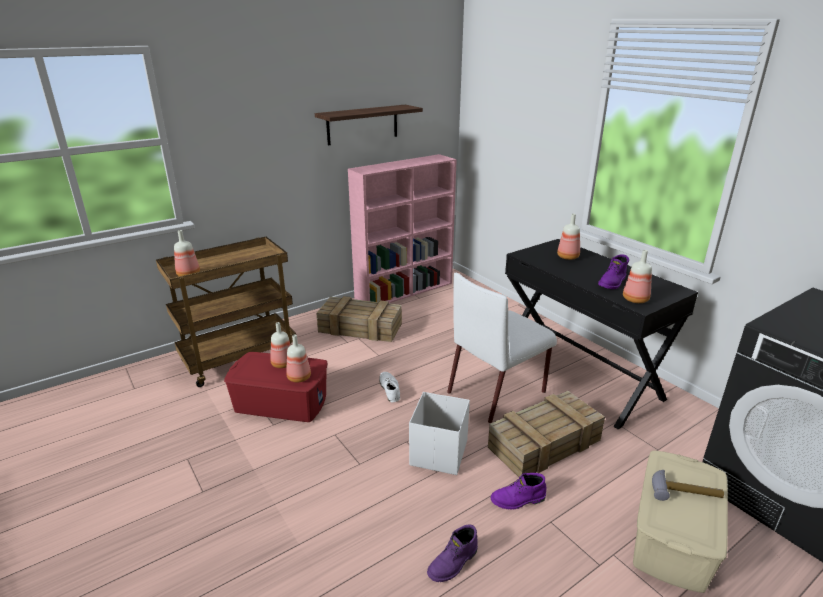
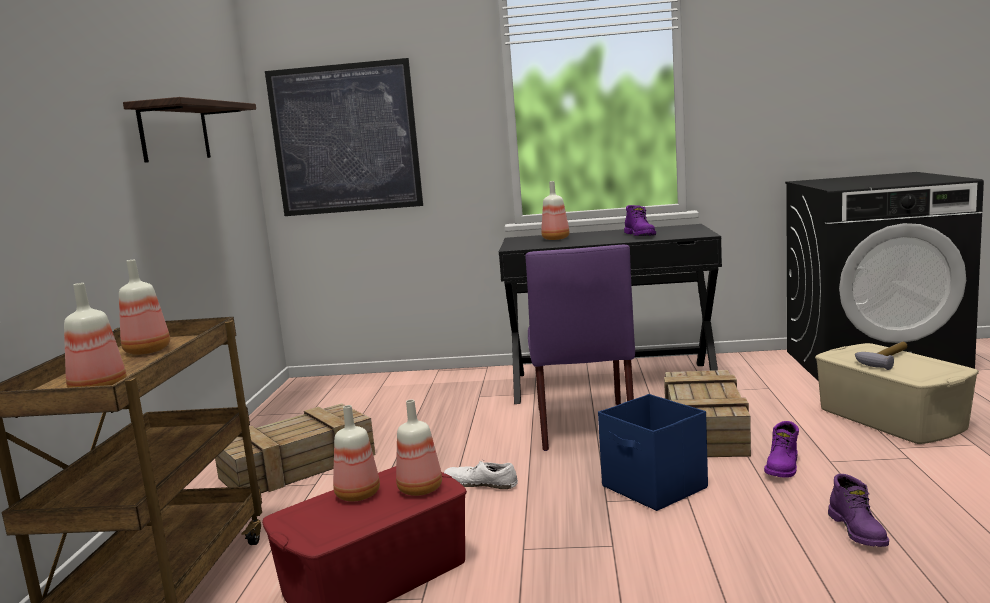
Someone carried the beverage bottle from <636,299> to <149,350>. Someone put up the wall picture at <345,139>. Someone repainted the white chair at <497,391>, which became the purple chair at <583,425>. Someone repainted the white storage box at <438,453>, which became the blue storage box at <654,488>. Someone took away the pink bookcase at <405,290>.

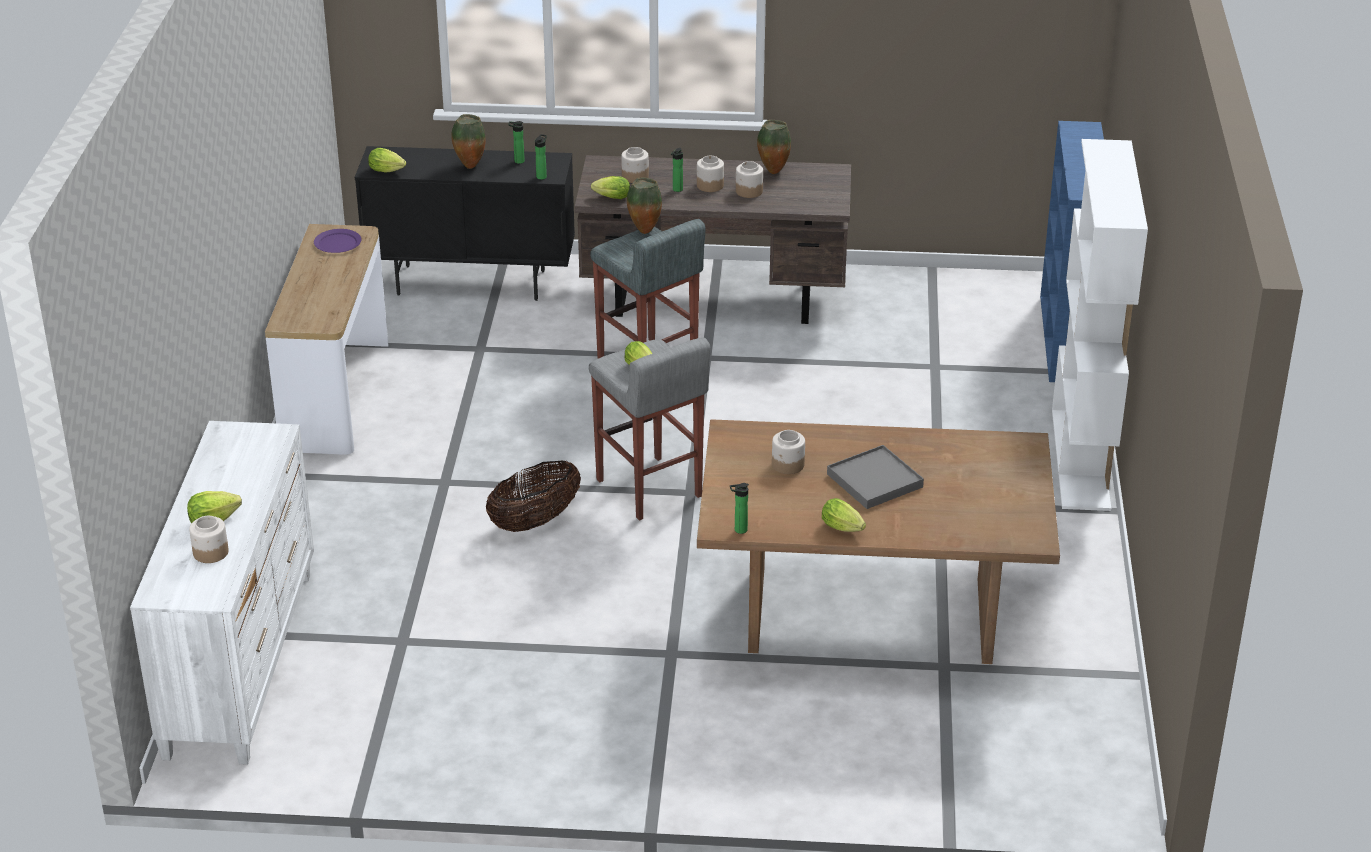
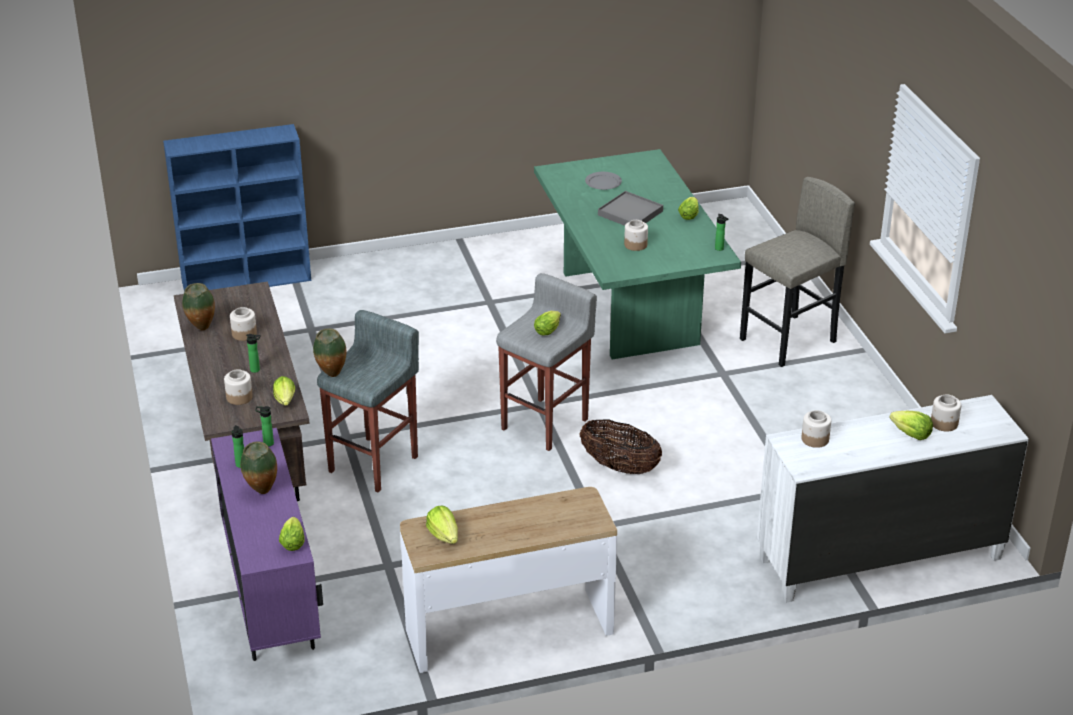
Someone repainted the black-coloured cabinet at <472,283>, which became the purple cabinet at <272,605>. Someone swapped the purple flat dish at <338,243> for the lettuce head at <444,535>. Someone repainted the brown dinner table at <869,616>, which became the greenish dinner table at <630,308>. Someone put down the grey flat dish at <603,183>. Someone put down the grey stool at <788,341>. Someone carried the jar from <710,185> to <814,439>. Someone took away the white bookcase at <1081,459>.

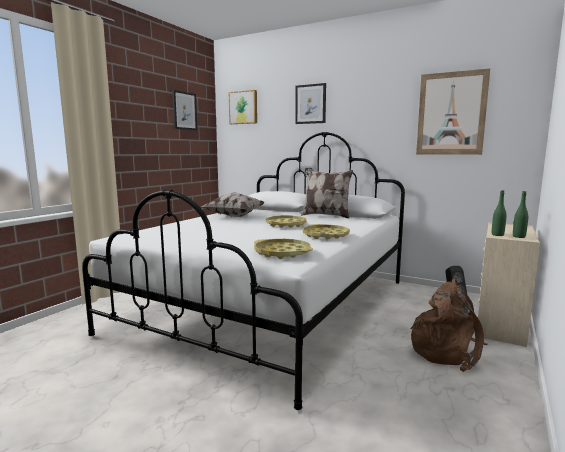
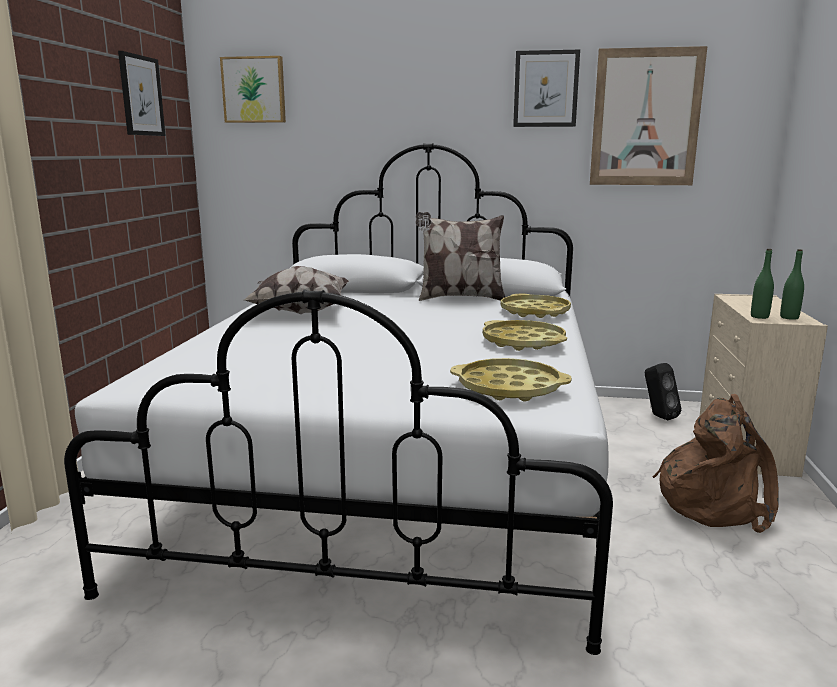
Someone carried the yellow-coloured carrying tray from <286,225> to <535,312>. Someone carried the wall picture from <310,104> to <546,89>.

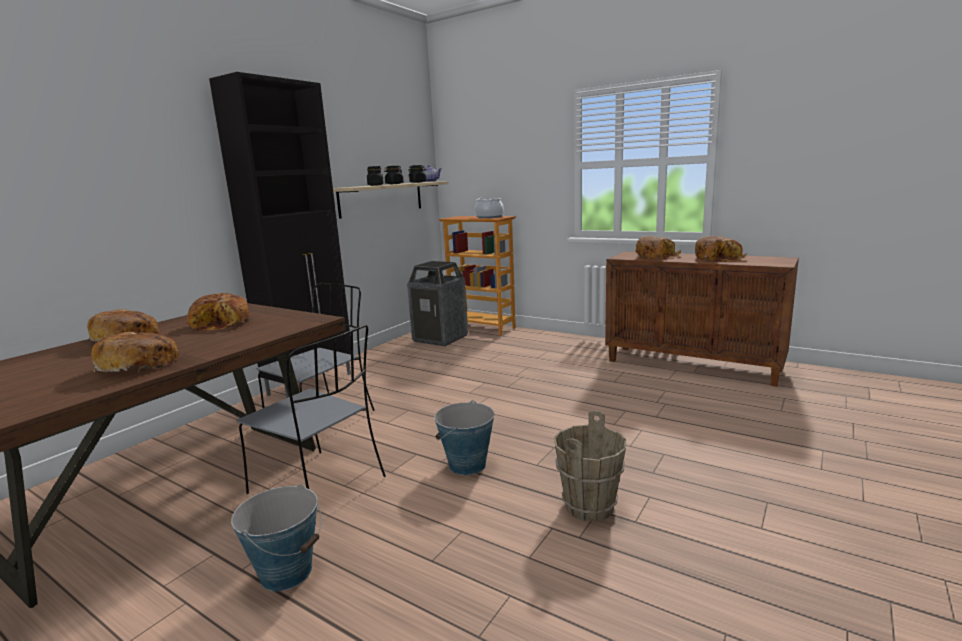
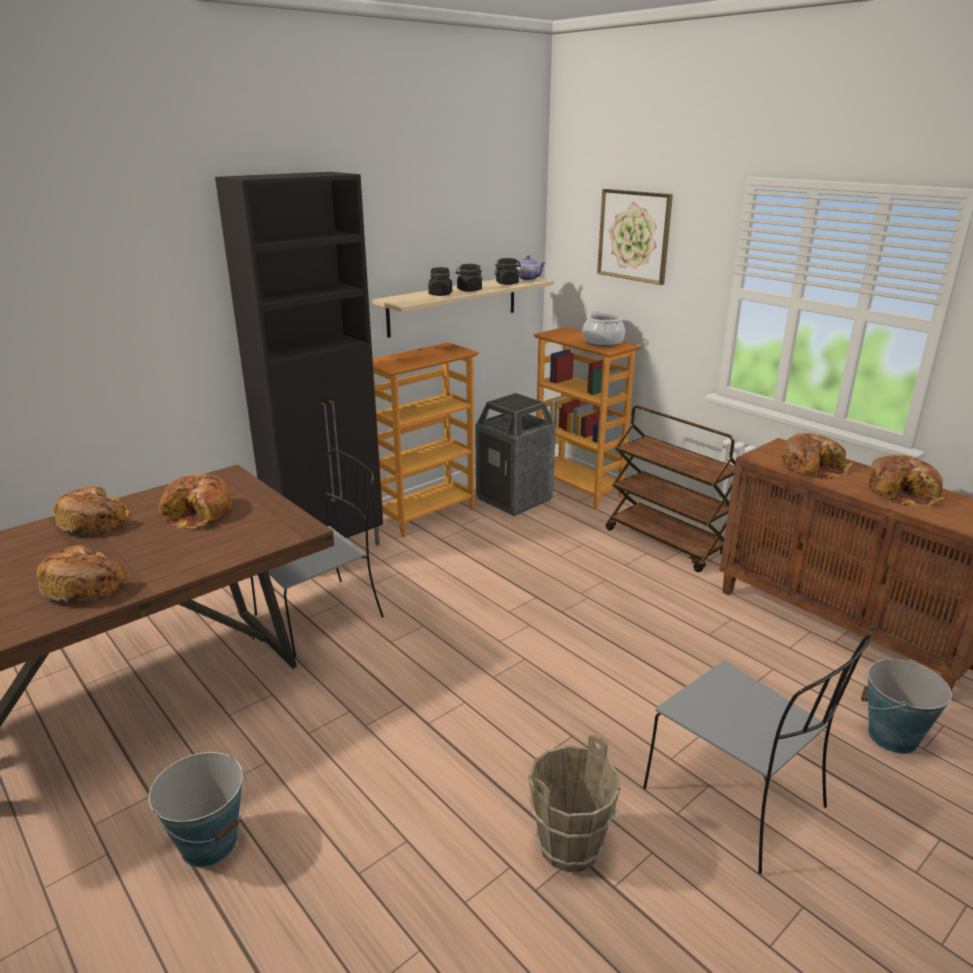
Someone put down the bookcase at <426,514>. Someone put up the wall picture at <634,236>. Someone put down the brown wheeled cart at <667,542>. Someone carried the grey chair from <320,486> to <738,800>. Someone carried the bucket from <467,465> to <892,737>.

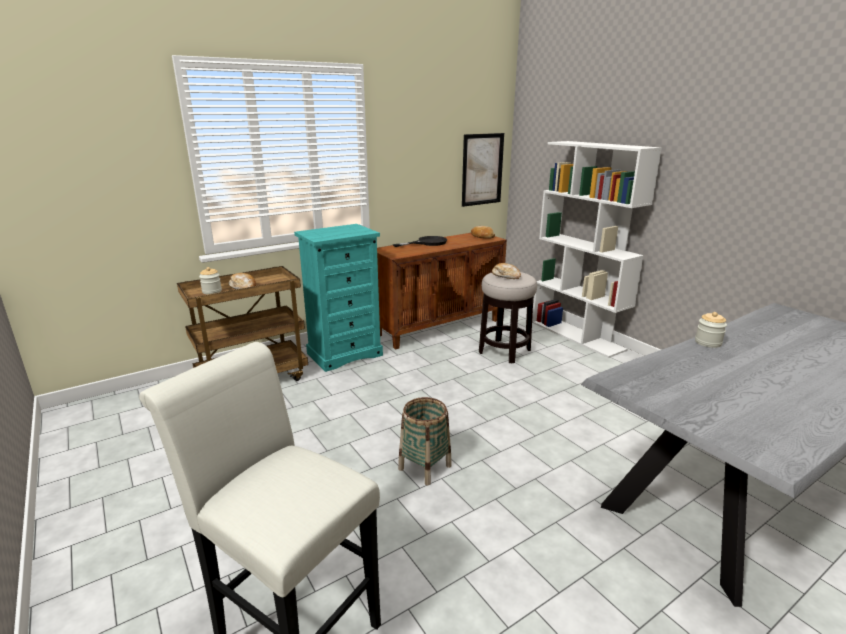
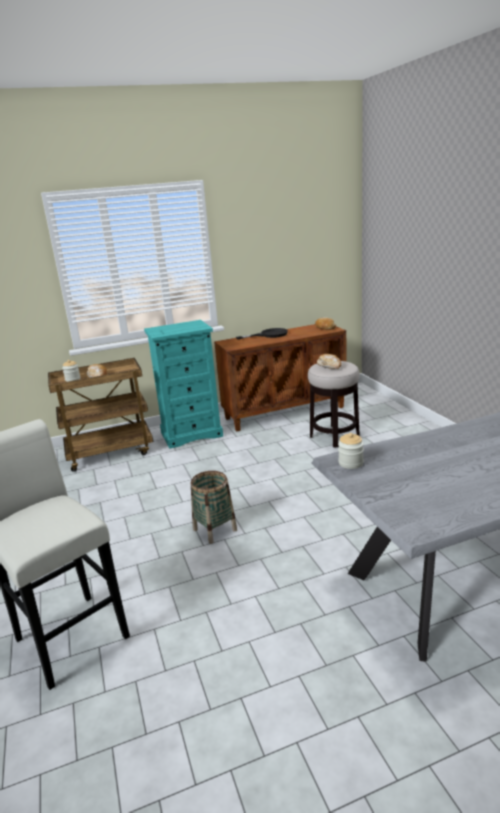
Someone carried the jar from <708,343> to <350,463>. Someone took away the wall picture at <482,169>. Someone took away the white bookcase at <577,336>.

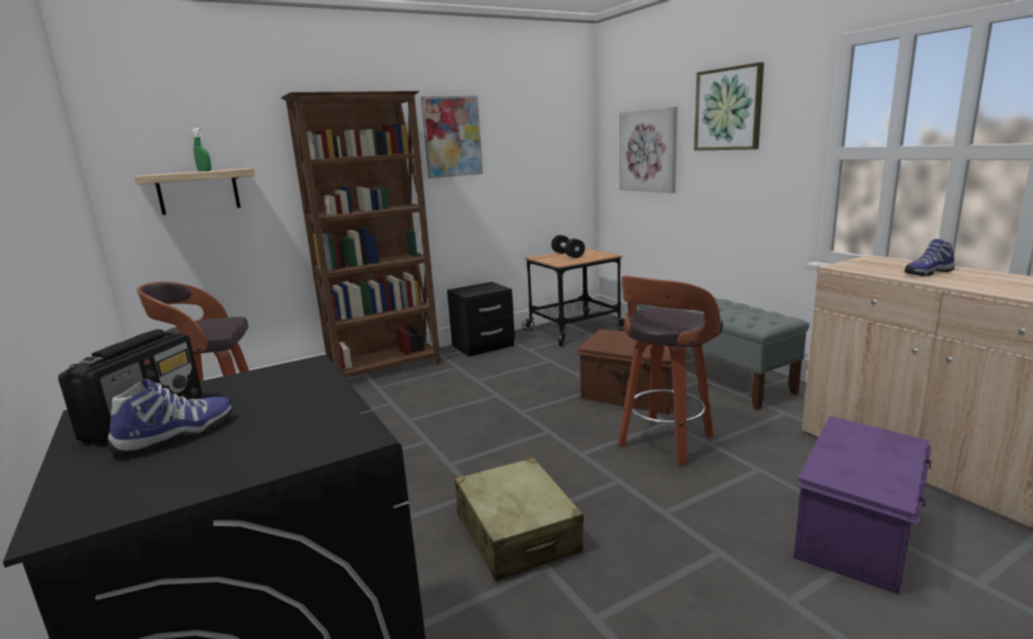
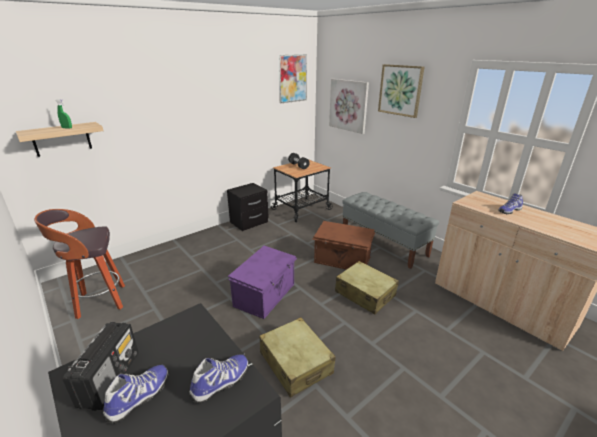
Someone put down the shoe at <221,383>. Someone carried the purple storage box from <859,534> to <266,295>. Someone carried the wall picture from <452,136> to <292,78>. Someone swapped the stool at <664,442> for the beige suitcase at <365,294>. Someone took away the brown bookcase at <386,369>.

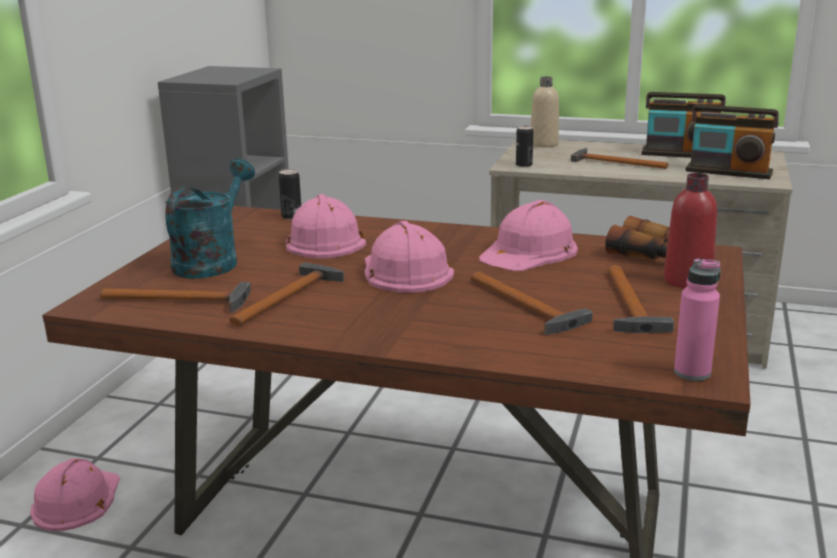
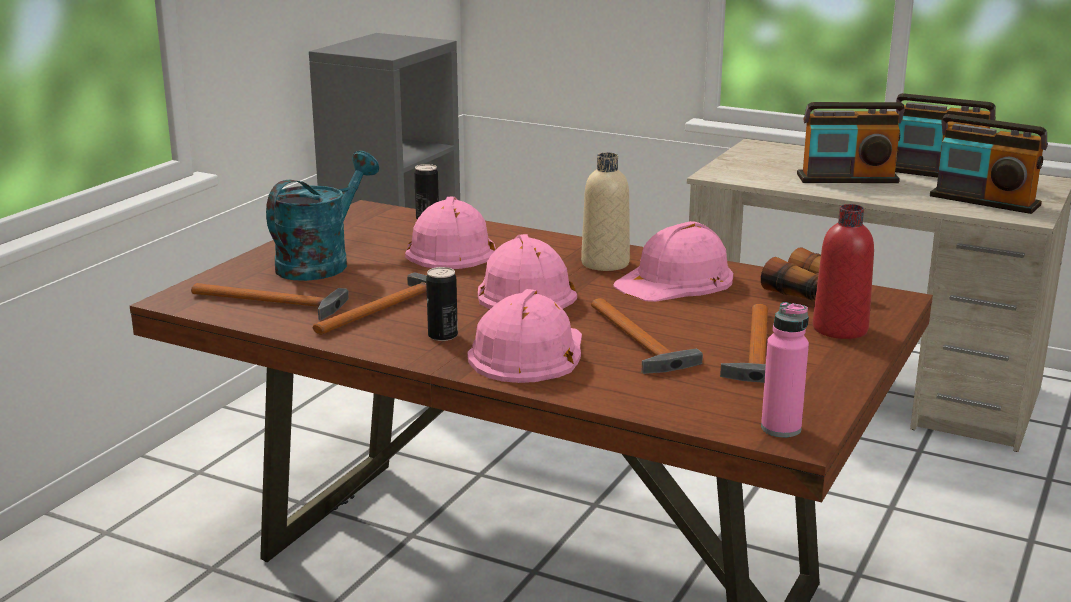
Someone carried the sealed can from <524,165> to <442,336>. Someone carried the pink safety helmet from <76,500> to <528,352>. Someone carried the beige beverage bottle from <544,144> to <605,263>. Someone swapped the hand hammer at <615,162> for the radio receiver at <847,179>.

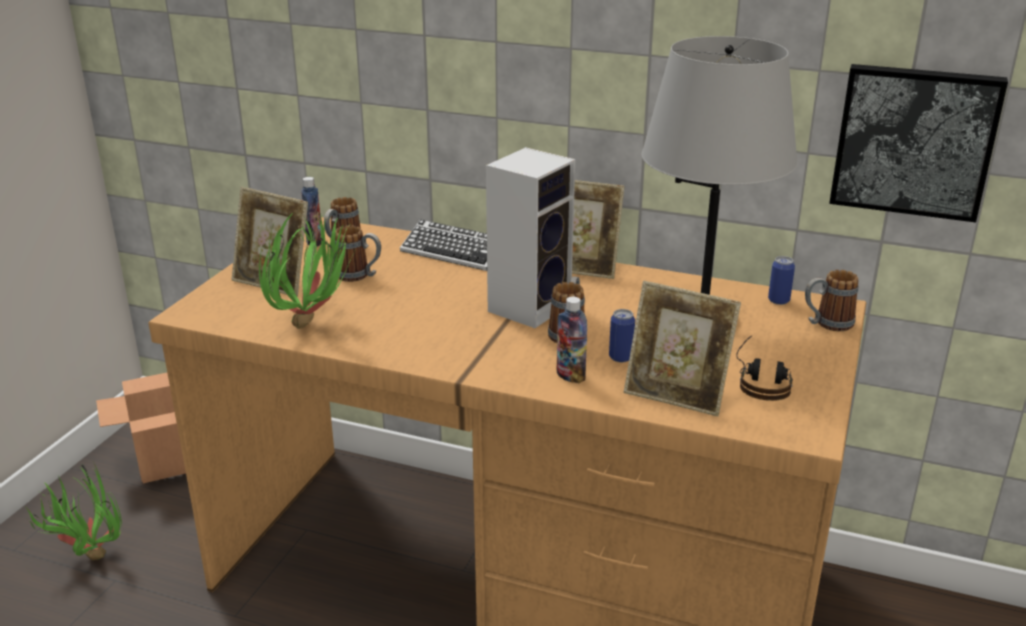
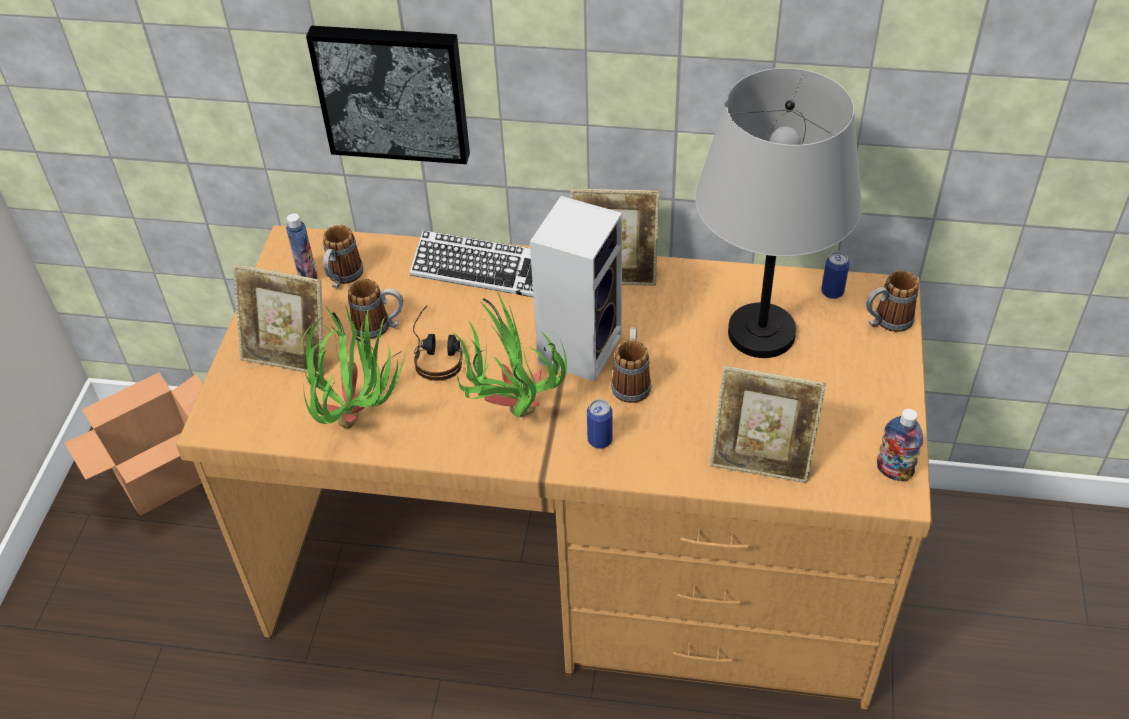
Someone carried the wall picture from <914,140> to <393,91>. Someone carried the headphones from <762,380> to <438,352>. Someone carried the houseplant from <88,556> to <509,412>. Someone carried the sealed can from <620,357> to <600,440>. Someone carried the beverage bottle from <570,376> to <893,471>.

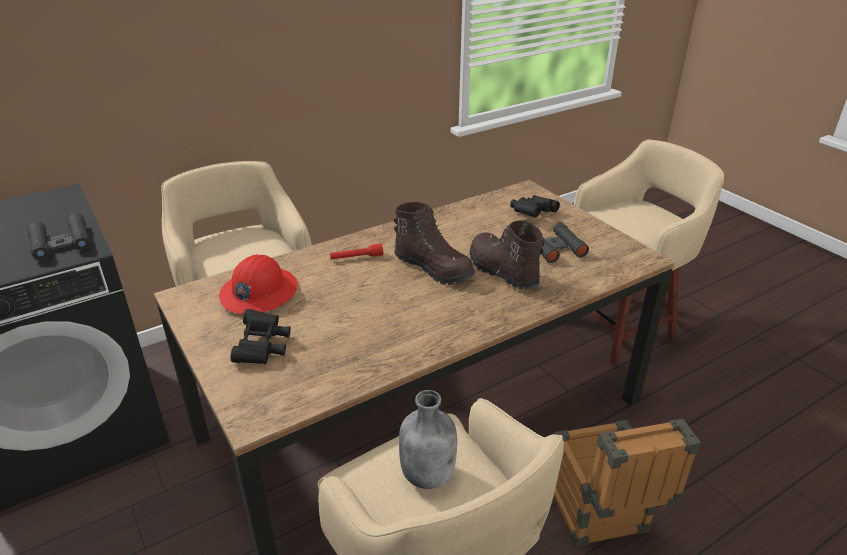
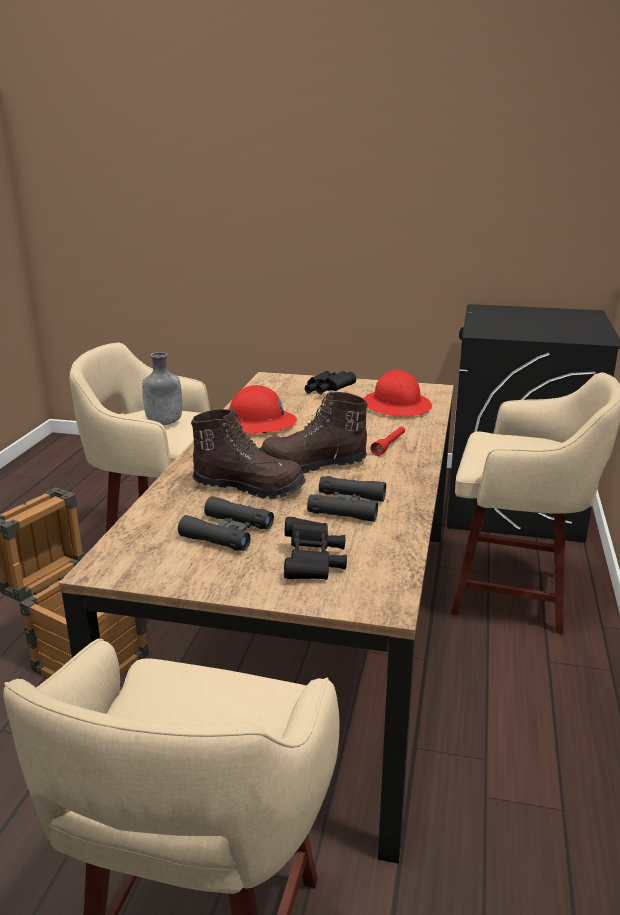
Someone put down the reddish safety helmet at <256,423>. Someone carried the black-coloured binoculars from <61,243> to <347,506>.

